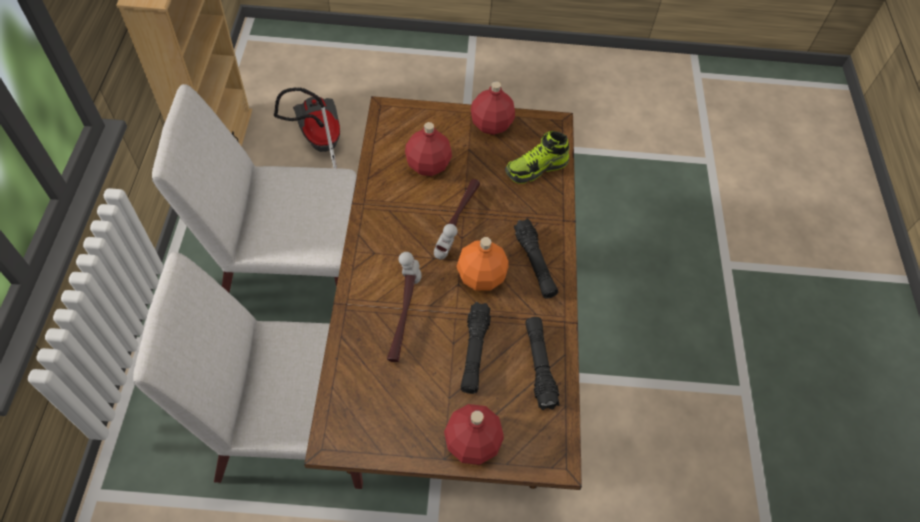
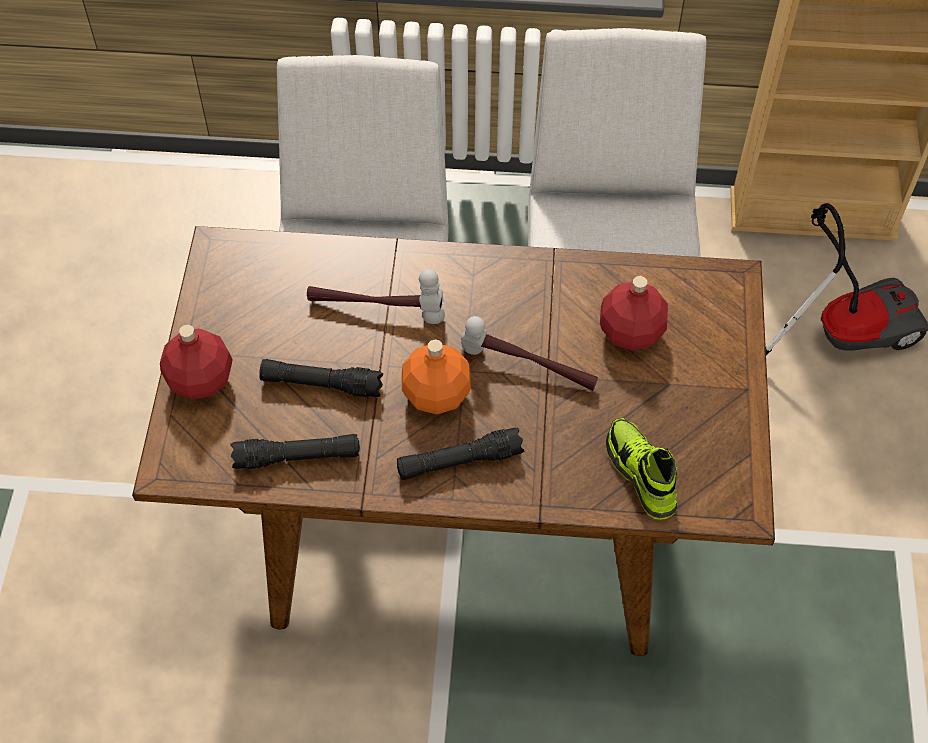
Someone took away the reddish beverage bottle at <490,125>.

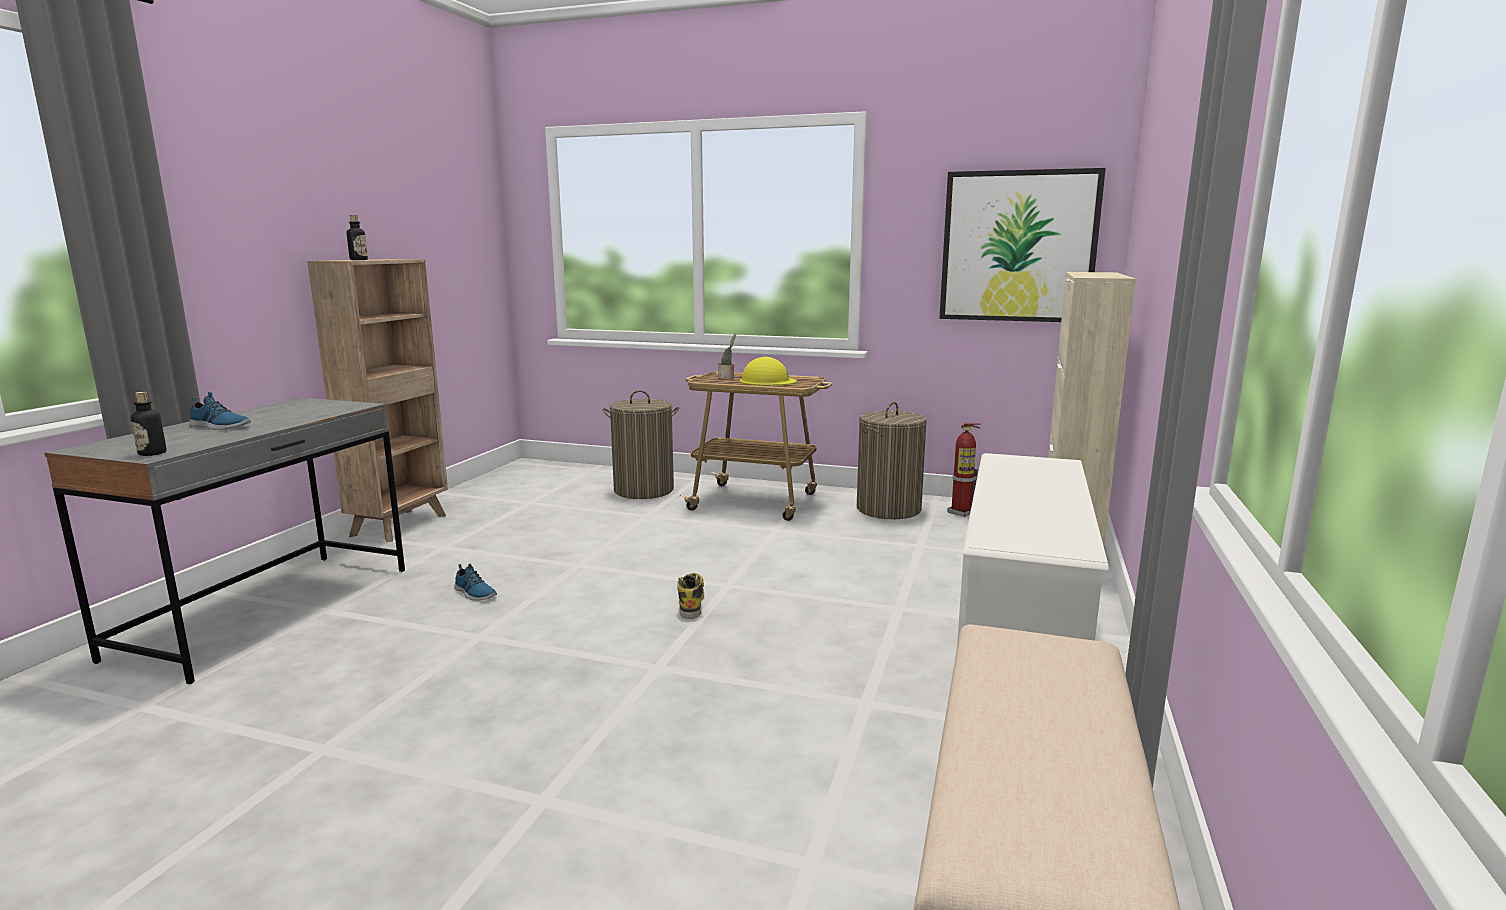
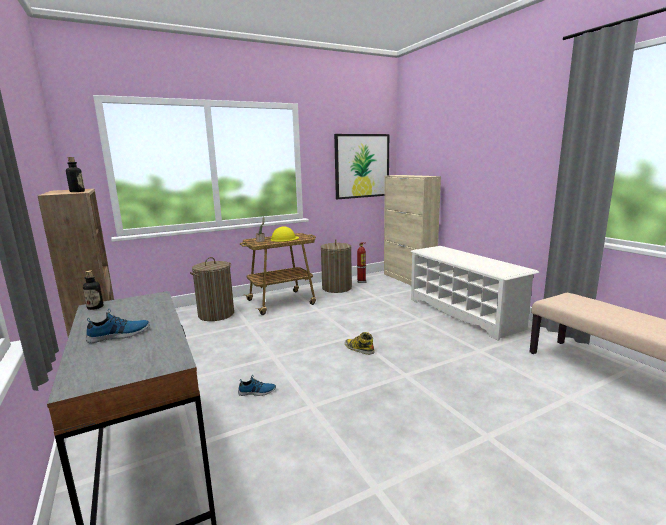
Someone carried the beverage bottle from <152,453> to <95,307>.

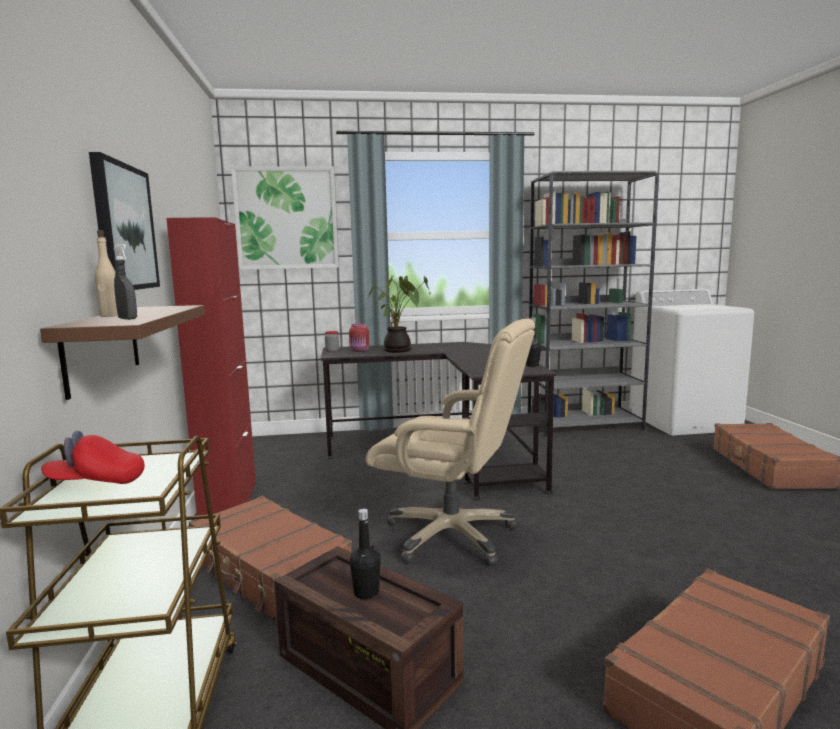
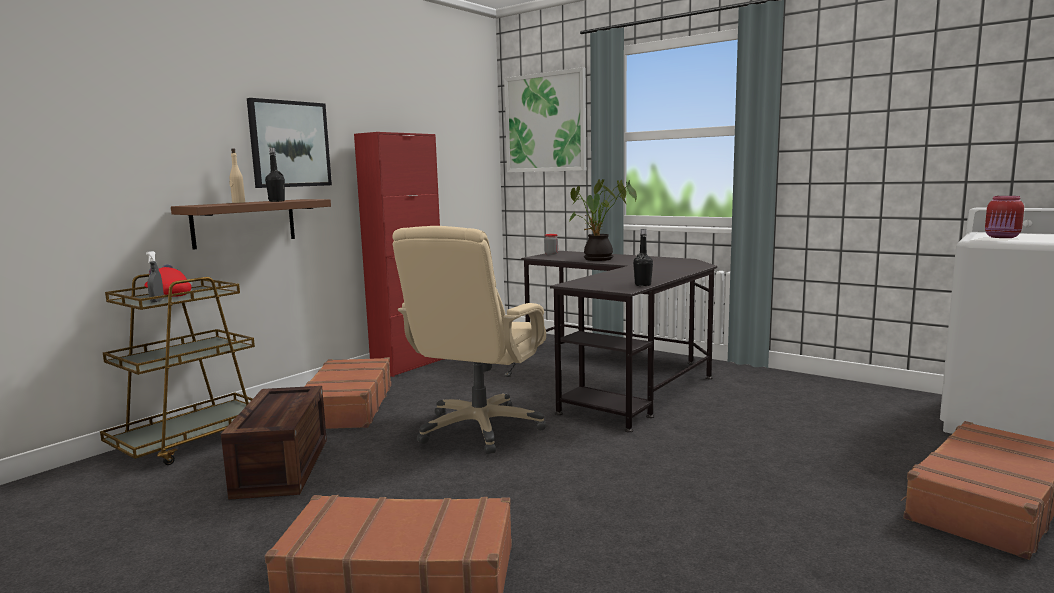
Someone carried the grey hand sprayer from <127,319> to <157,301>. Someone carried the black-coloured beverage bottle from <366,593> to <277,201>. Someone rotated the beige desk chair at <452,535> by 45 degrees clockwise. Someone carried the reddish jar from <360,350> to <1002,237>. Someone took away the grey bookcase at <584,425>.

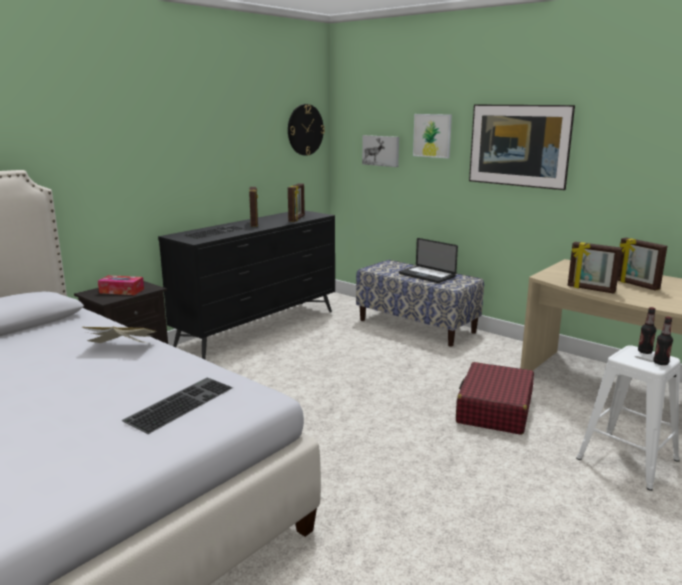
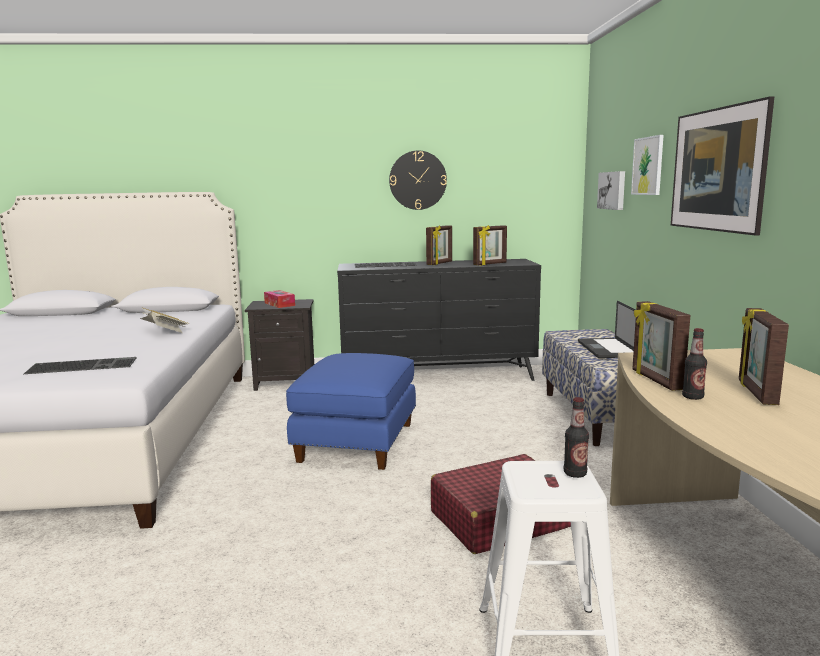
Someone put down the blue pouffe at <356,442>. Someone carried the wall clock from <305,130> to <417,180>. Someone carried the beverage bottle from <660,363> to <692,397>.

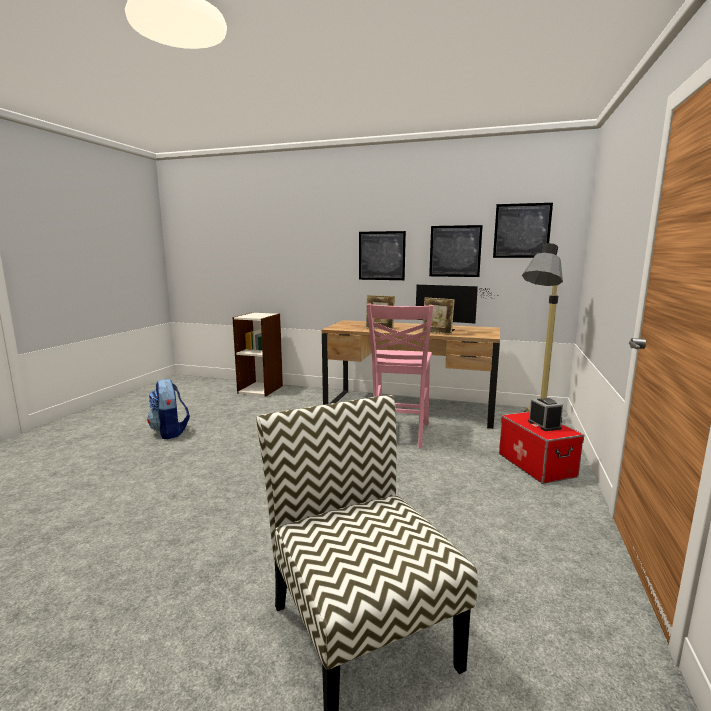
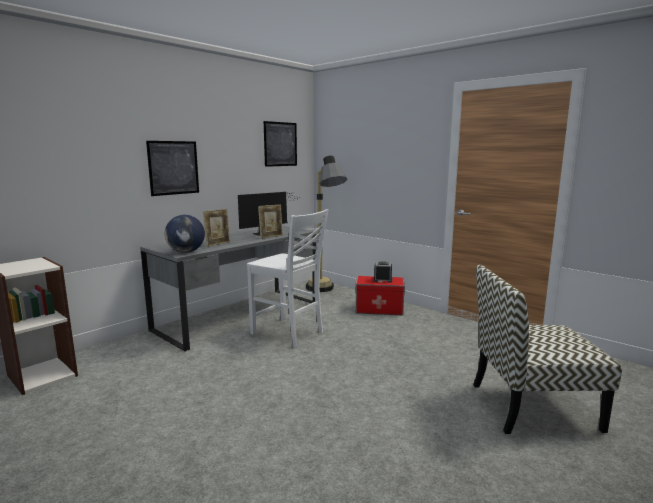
Someone repainted the brown desk unit at <409,408>, which became the grey desk unit at <239,316>. Someone put down the world globe at <186,252>. Someone repainted the pink chair at <399,434>, which became the white chair at <288,333>. Someone took away the knapsack at <170,432>. Someone took away the wall picture at <455,251>.

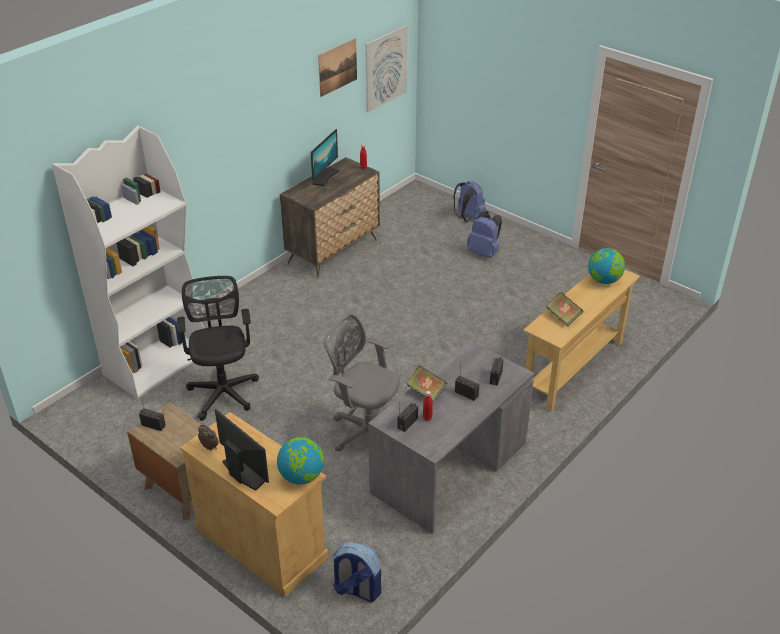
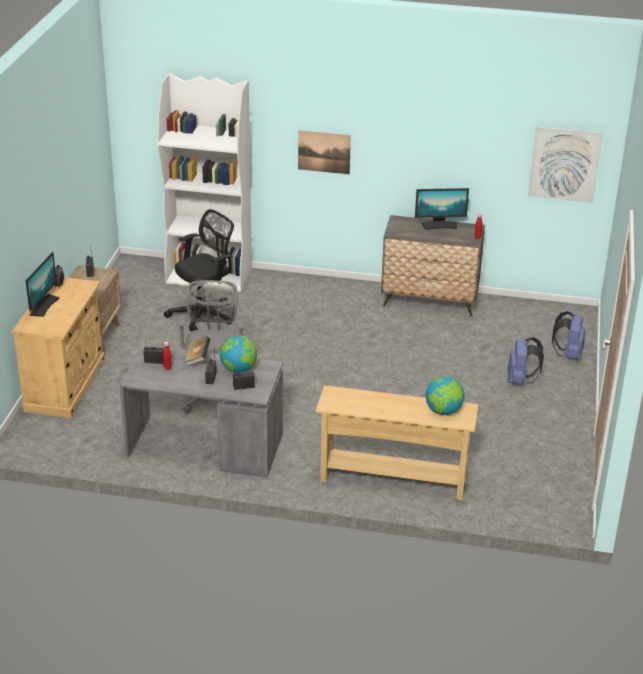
Someone carried the world globe from <302,476> to <238,369>. Someone carried the wall picture from <337,67> to <324,152>. Someone took away the knapsack at <356,590>. Someone took away the book at <563,317>.

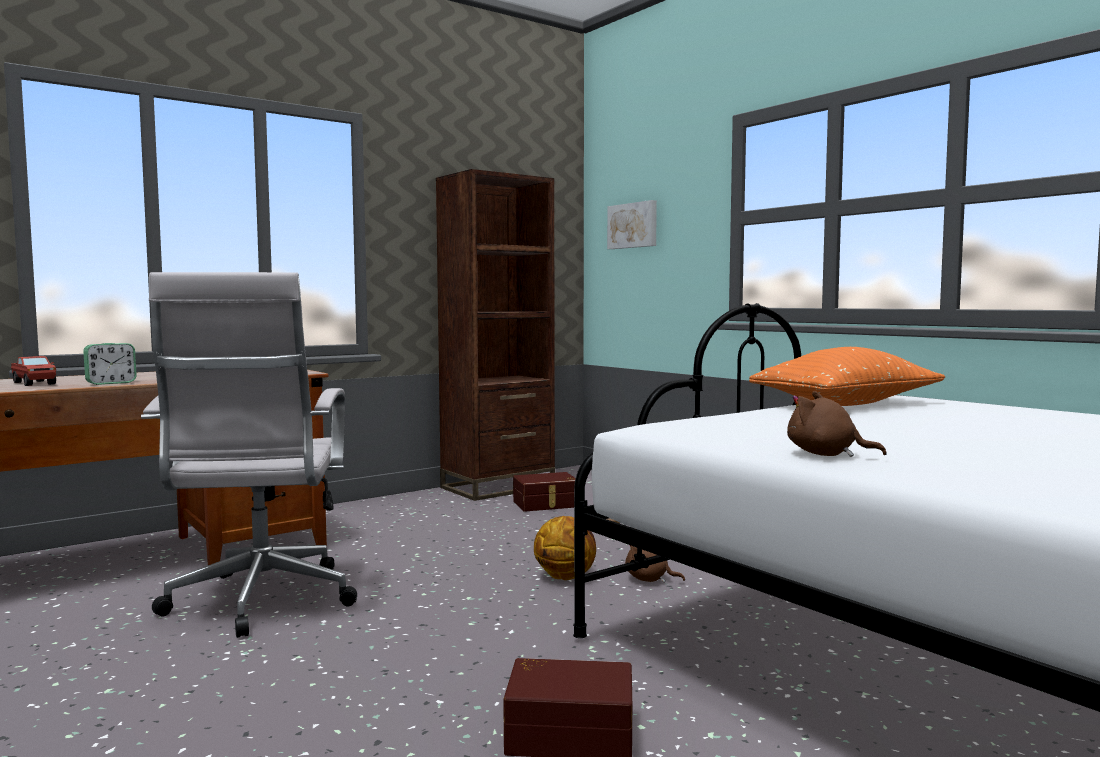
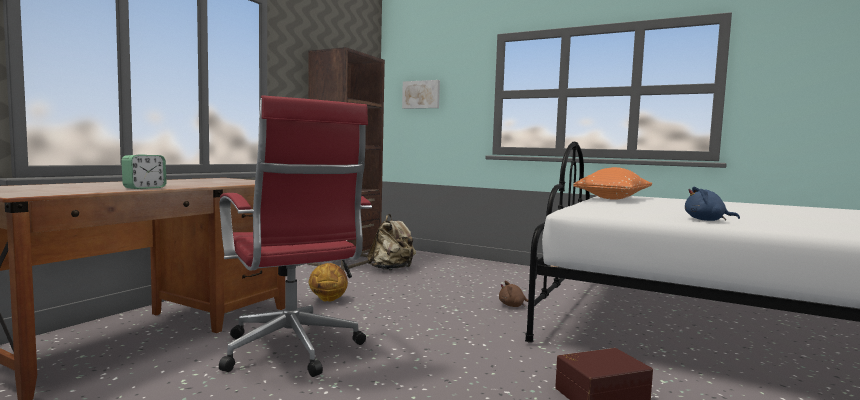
Someone repainted the white desk chair at <260,603>, which became the reddish desk chair at <293,351>. Someone carried the basketball from <565,577> to <328,300>. Someone swapped the brown storage box at <546,504> for the beige knapsack at <391,269>. Someone repainted the brown cuddly toy at <826,455>, which became the blue cuddly toy at <707,220>. Someone took away the toy lorry at <34,383>.

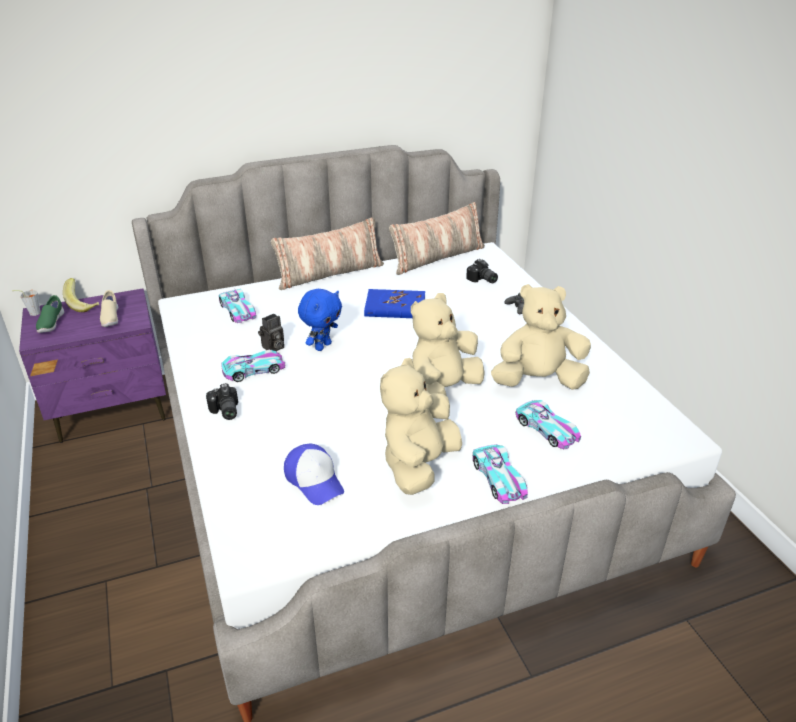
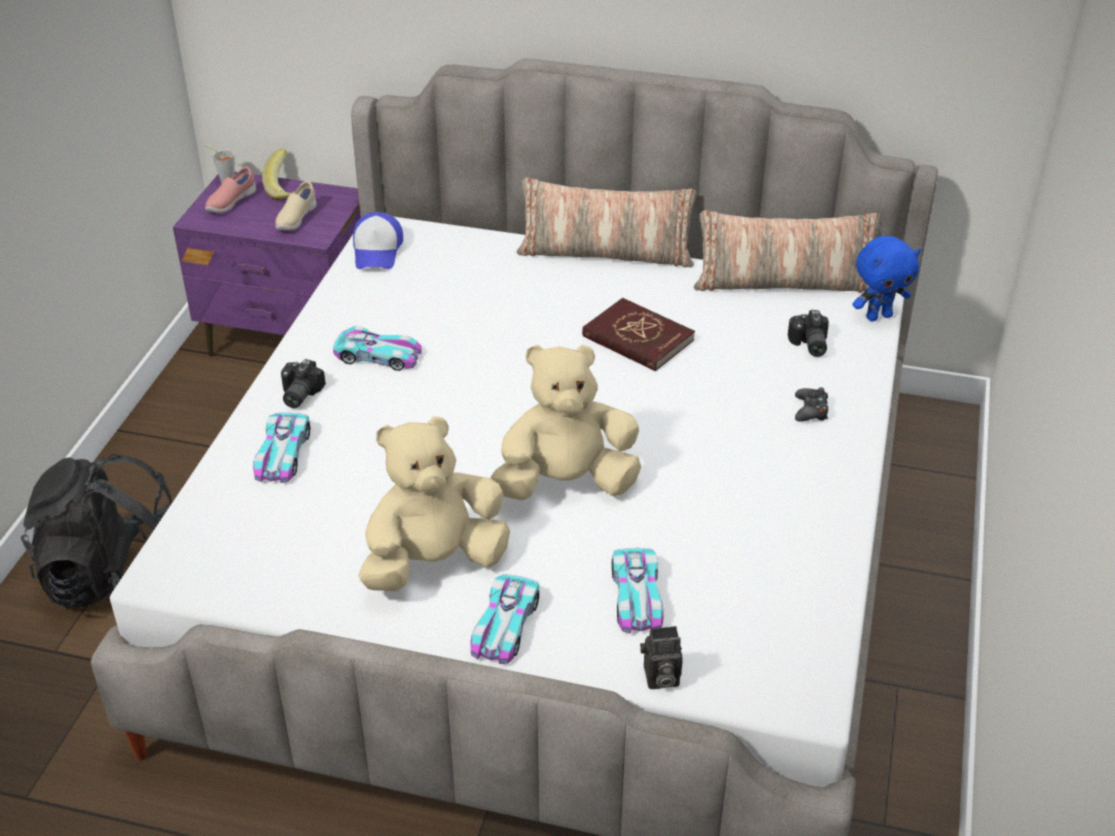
Someone put down the black-coloured knapsack at <117,580>. Someone repainted the greenish shoe at <51,324>, which became the pink shoe at <231,203>. Someone carried the miniature car from <238,310> to <283,454>. Someone carried the peaked cap from <315,480> to <377,251>. Someone repainted the blue book at <395,307>, which became the reddish book at <637,338>. Someone carried the photo camera from <273,348> to <659,678>. Someone carried the blue cuddly toy from <322,346> to <878,316>. Someone took away the beige cuddly toy at <538,381>.

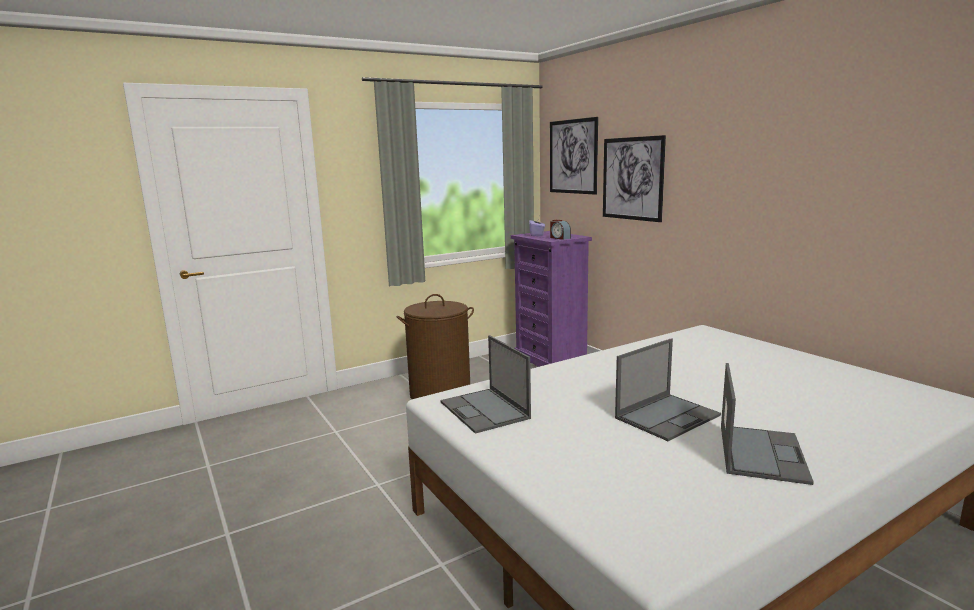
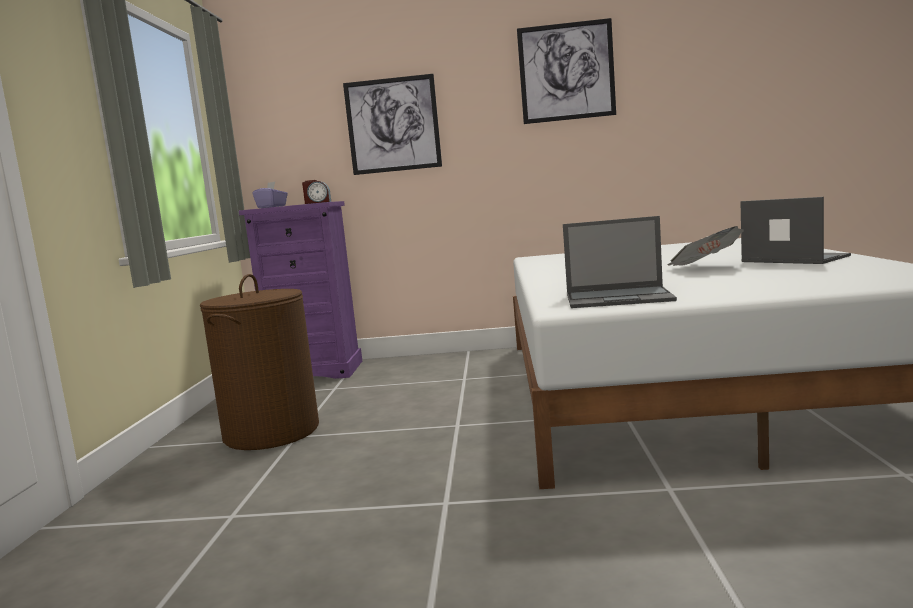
Someone carried the wall picture from <573,156> to <566,72>. Someone swapped the portable computer at <668,416> for the daily paper at <704,267>.

